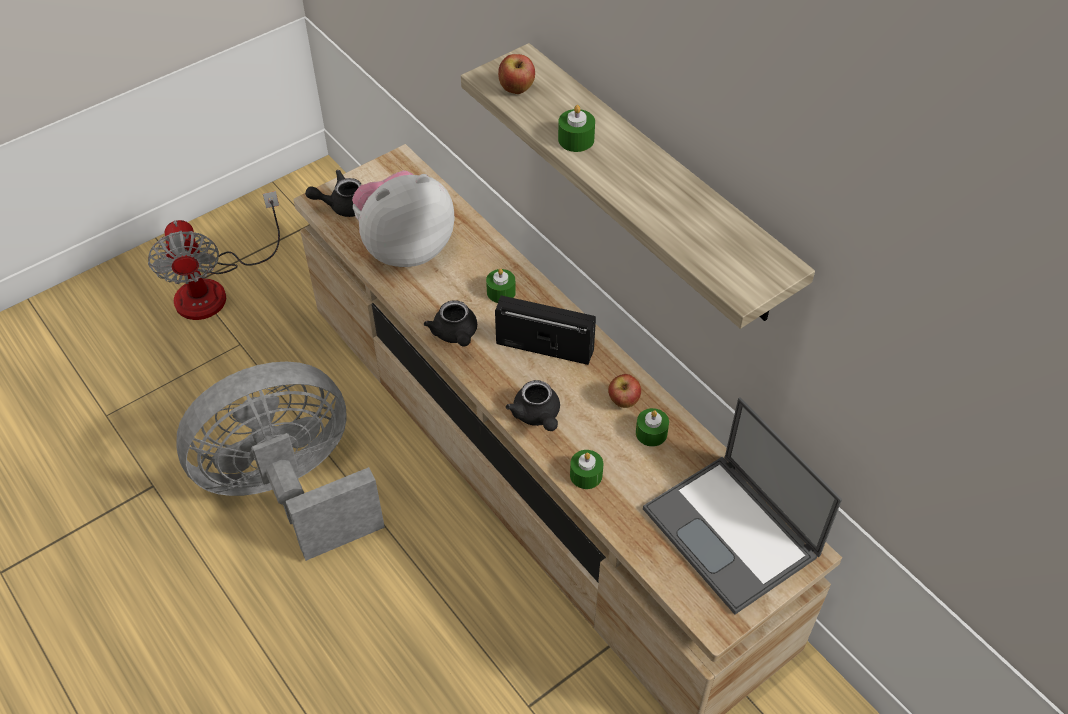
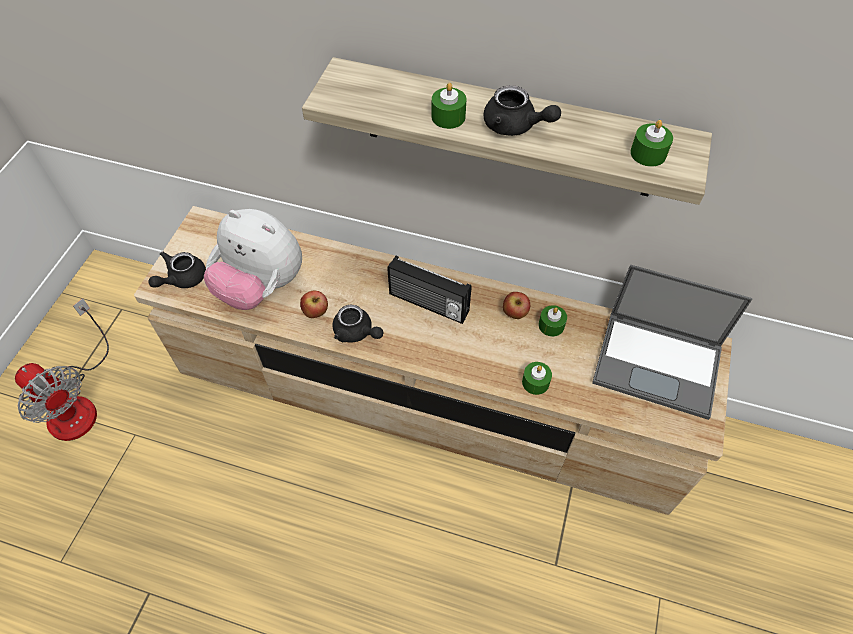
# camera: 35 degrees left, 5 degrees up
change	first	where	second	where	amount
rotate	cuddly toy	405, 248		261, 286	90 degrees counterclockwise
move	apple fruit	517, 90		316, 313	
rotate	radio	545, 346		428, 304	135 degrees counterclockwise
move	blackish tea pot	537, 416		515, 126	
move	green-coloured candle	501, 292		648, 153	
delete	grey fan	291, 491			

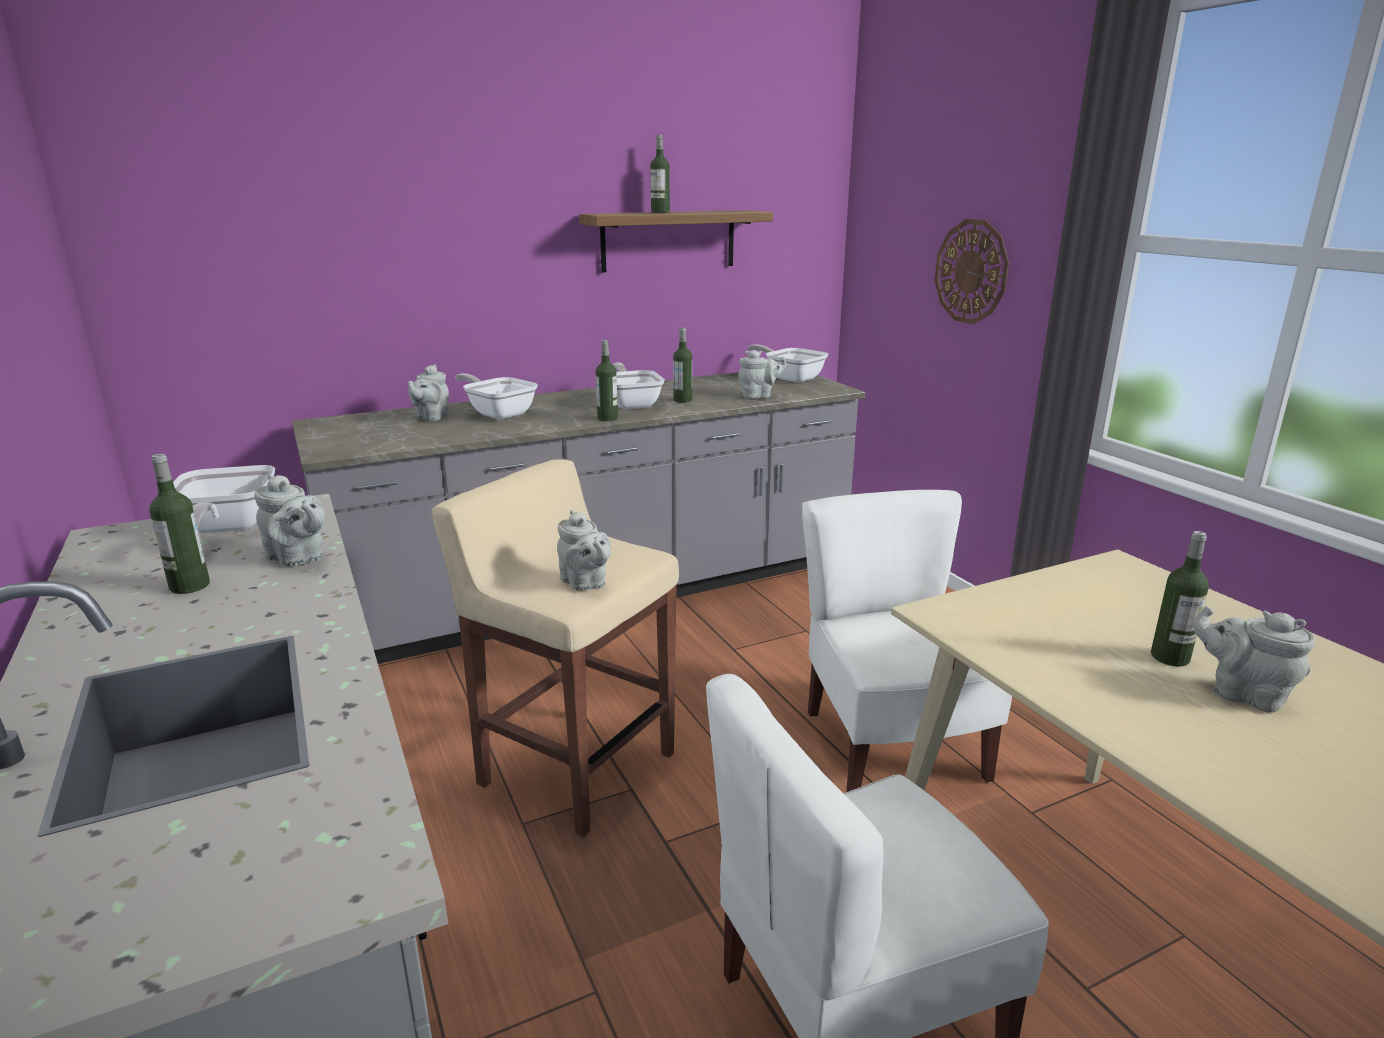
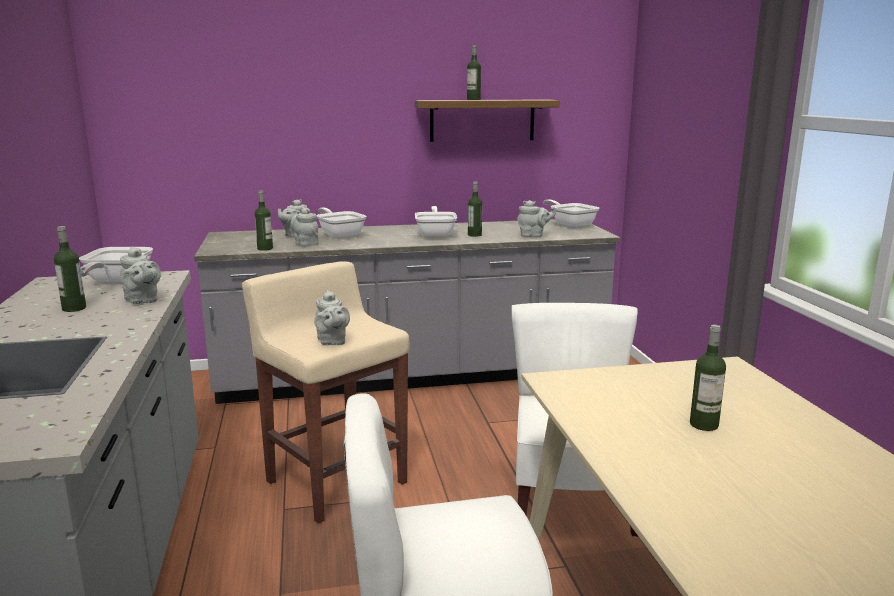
# camera: 15 degrees right, 5 degrees down
change	first	where	second	where	amount
move	beverage bottle	607, 418		265, 248	
move	grey tea pot	1242, 694		305, 243	
delete	clock on the wall	971, 271			

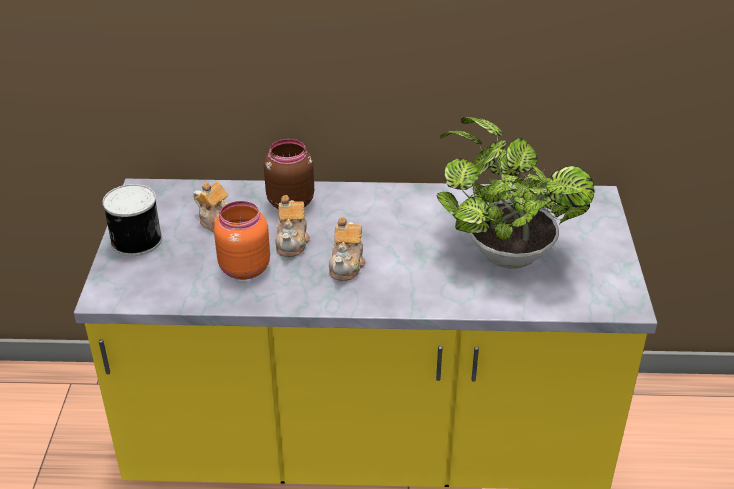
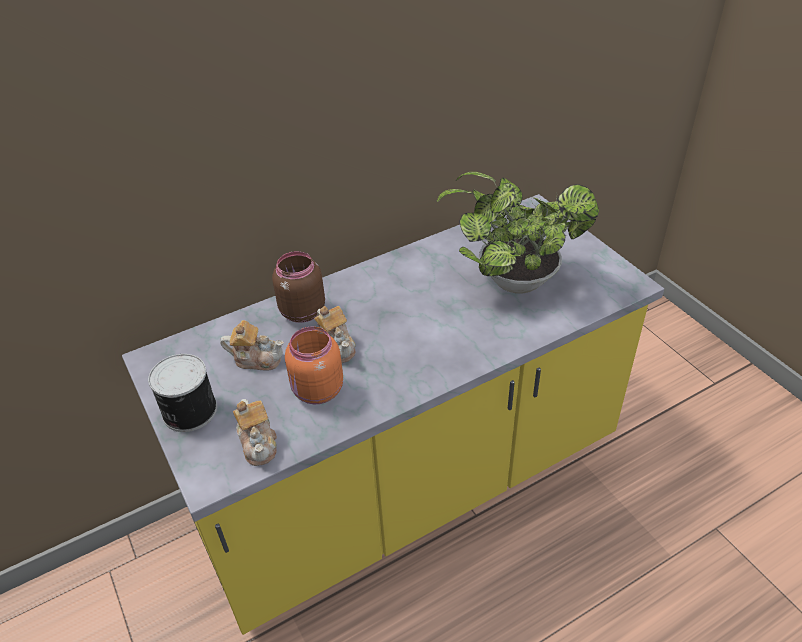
# camera: 30 degrees left, 5 degrees up
change	first	where	second	where	amount
move	tea pot	347, 265		259, 443	

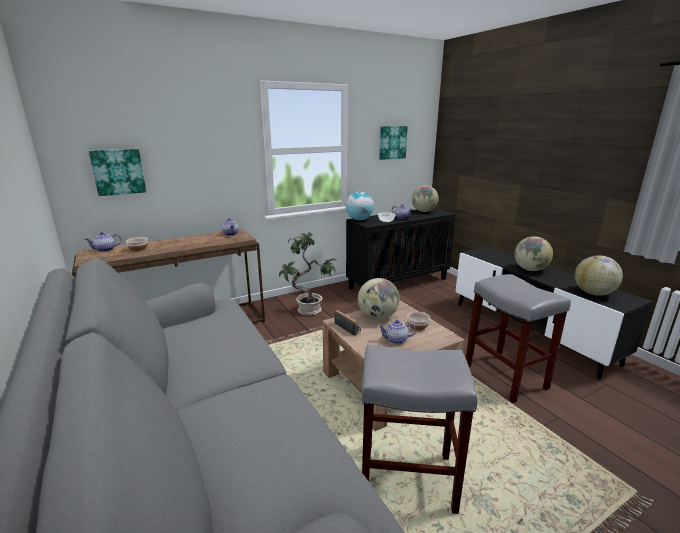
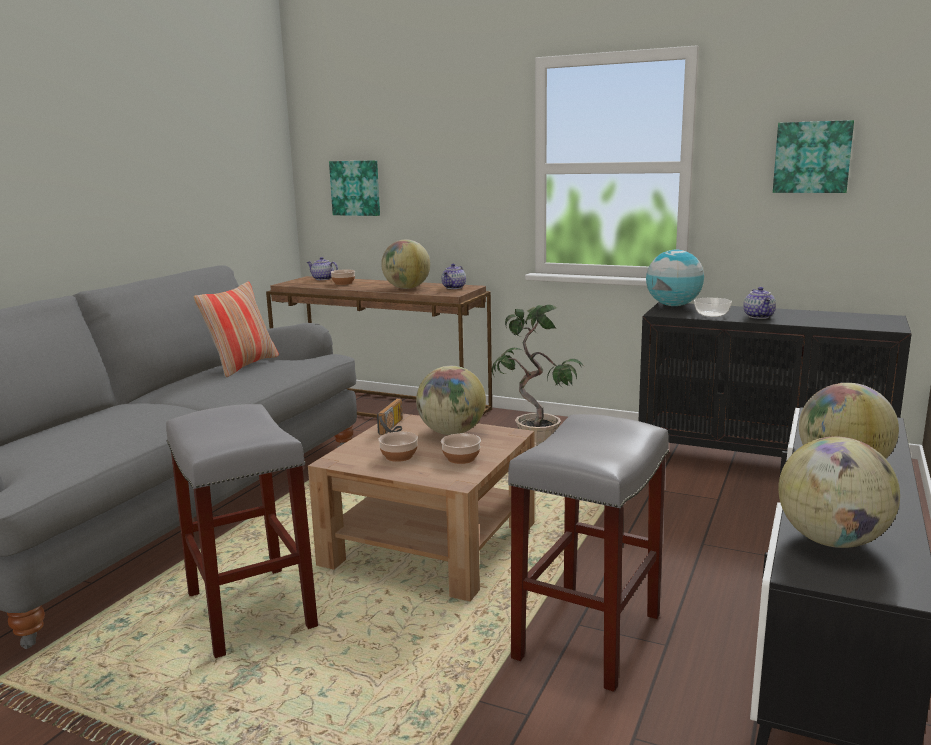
# camera: 55 degrees right, 5 degrees down
change	first	where	second	where	amount
insert			cushion	243, 365	
replace	tea pot	396, 340	serving bowl	399, 456	
move	world globe	423, 211		406, 288	

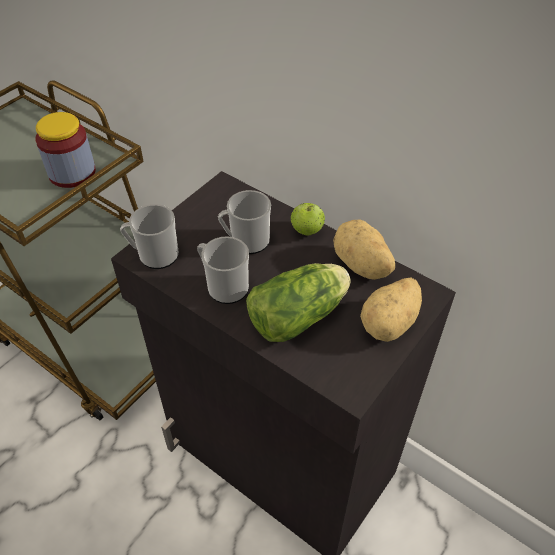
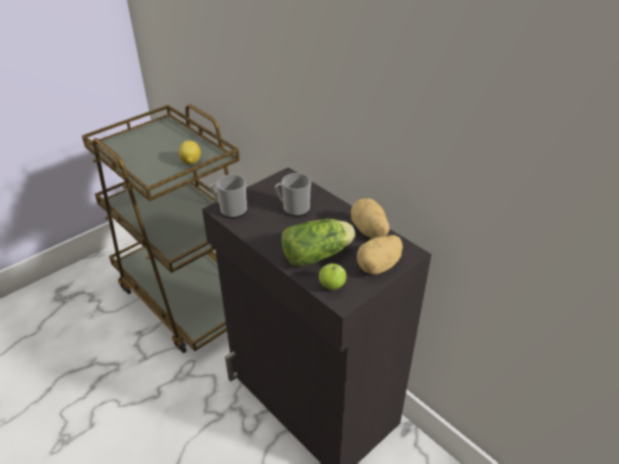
# camera: 10 degrees right, 10 degrees down
change	first	where	second	where	amount
replace	preserve jar	72, 173	citrus fruit	190, 162	
move	apple fruit	307, 231		332, 286	
delete	coffee mug	224, 286			

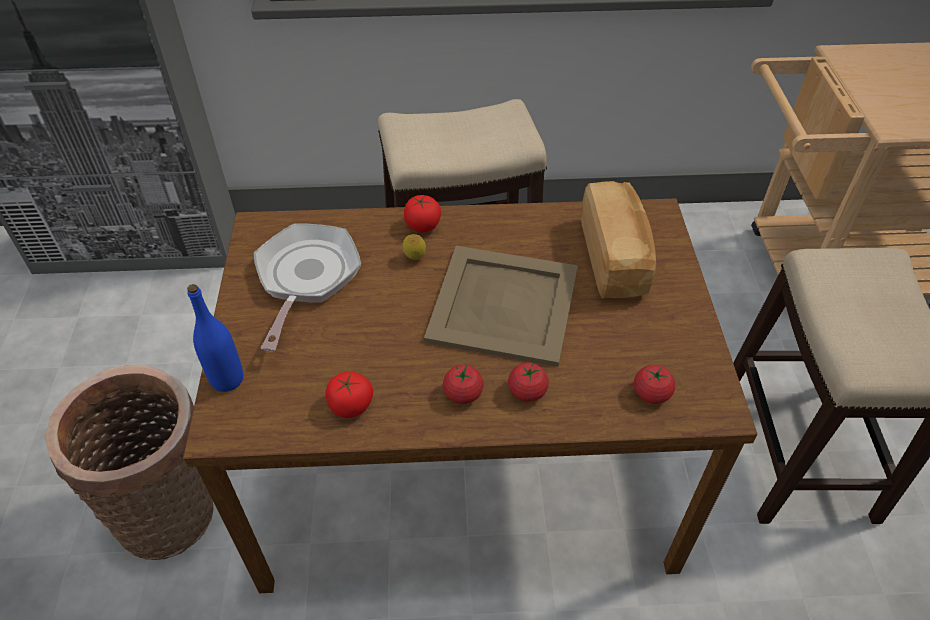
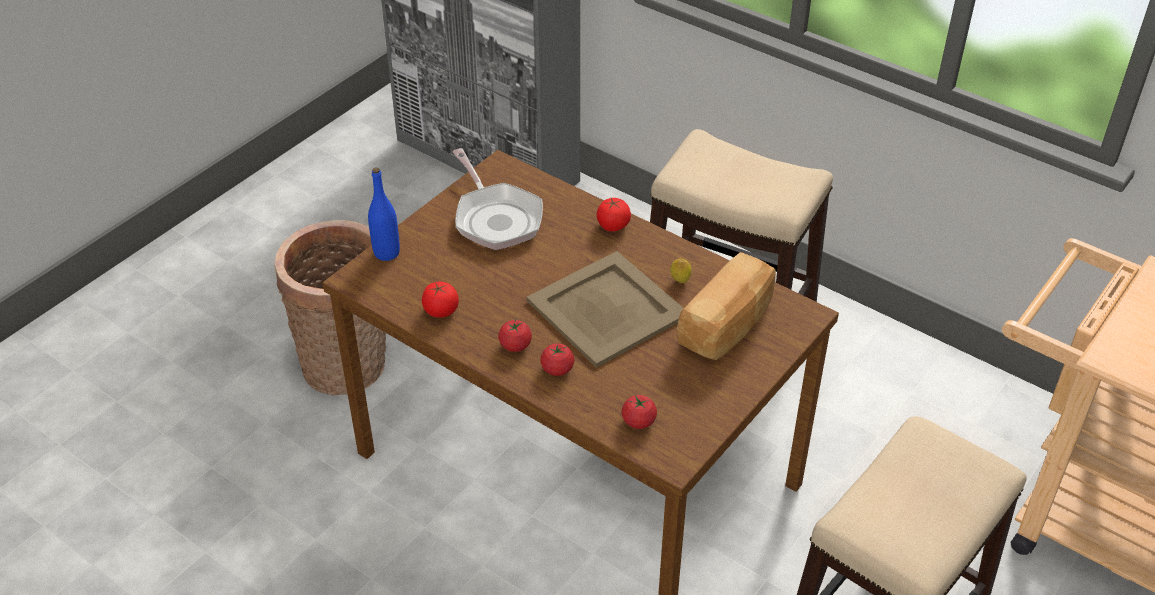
# camera: 40 degrees right, 5 degrees down
change	first	where	second	where	amount
rotate	frying pan	306, 278		496, 218	105 degrees clockwise
move	citrus fruit	415, 258		680, 281	

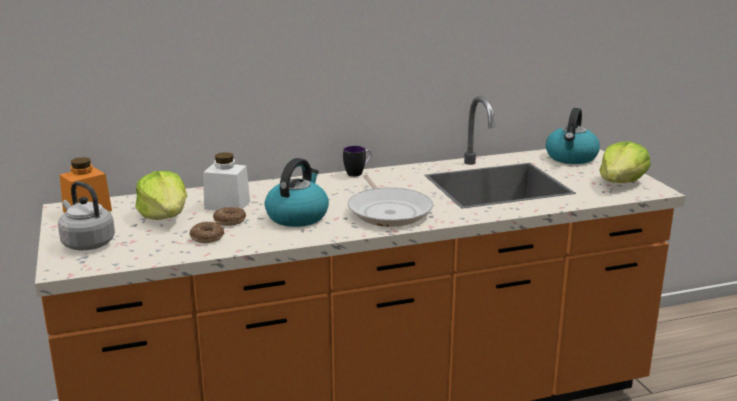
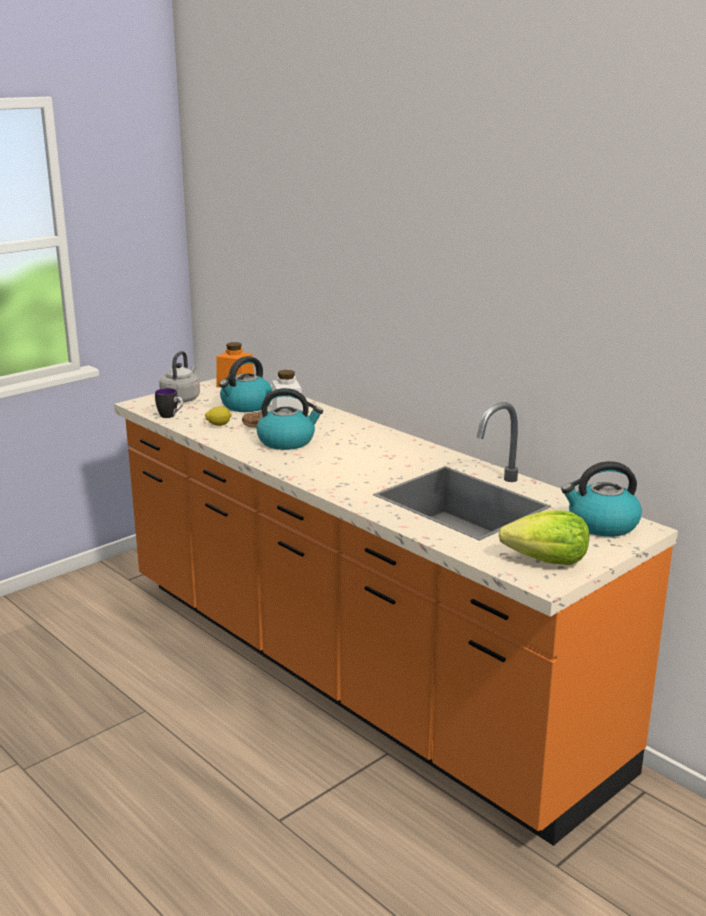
# camera: 65 degrees right, 0 degrees up
change	first	where	second	where	amount
move	coffee mug	358, 173		171, 416	
replace	ring doughnut	207, 238	citrus fruit	218, 425	
replace	lettuce head	165, 216	kettle	246, 406	
delete	frying pan	388, 211			

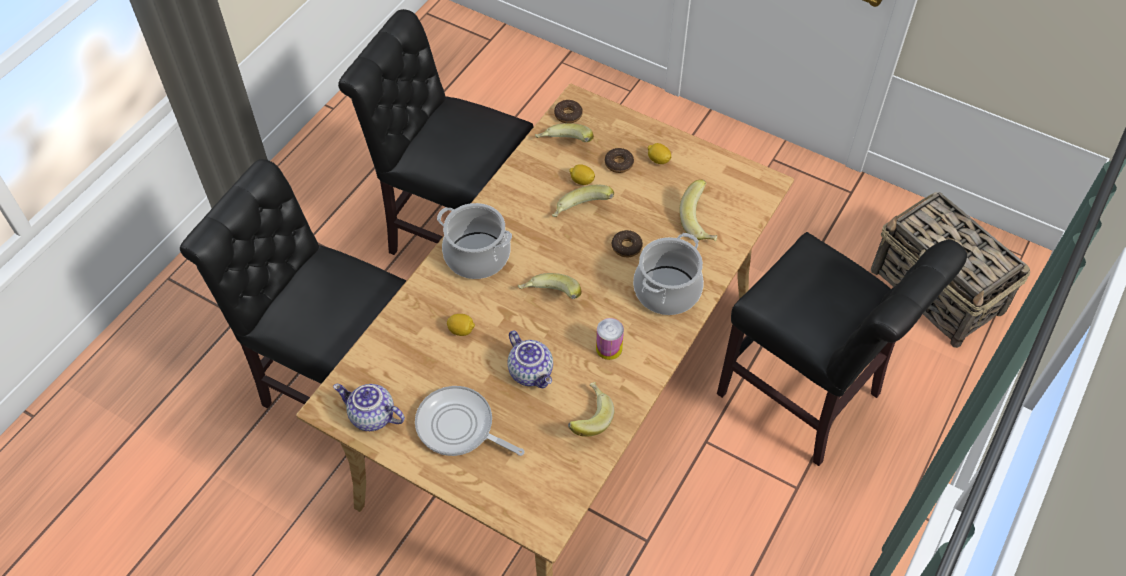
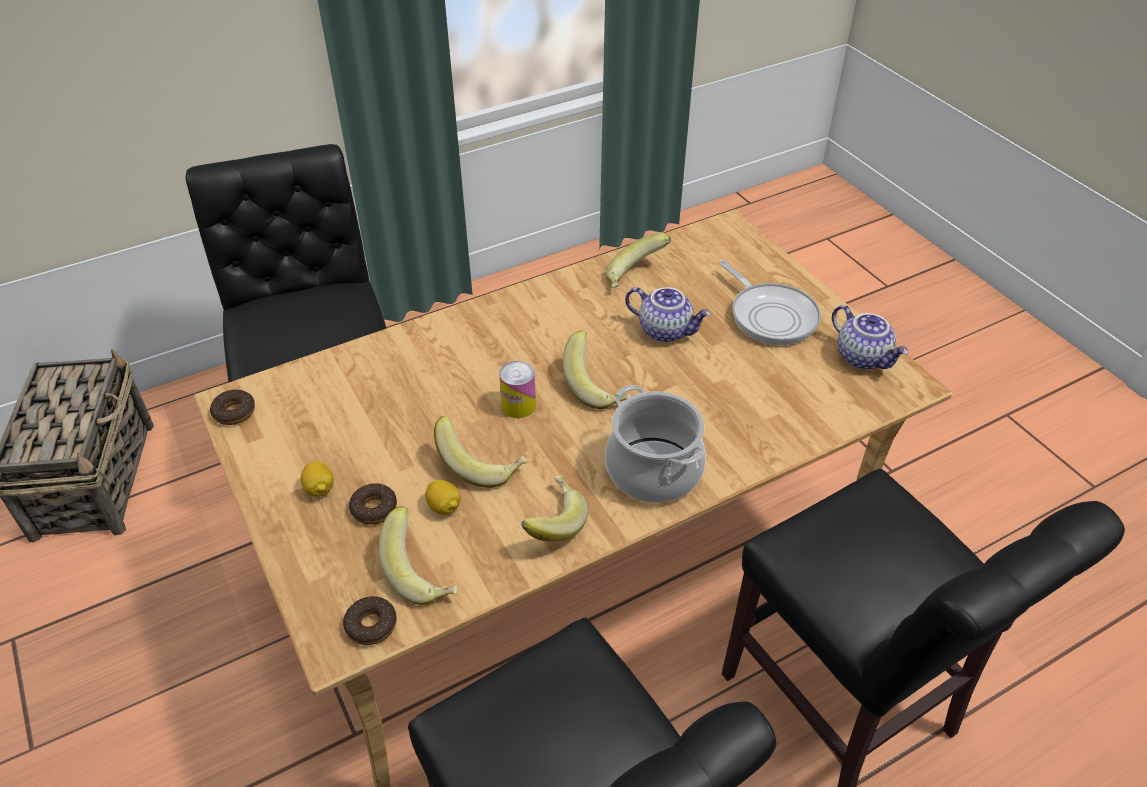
# camera: 150 degrees left, 10 degrees down
change	first	where	second	where	amount
move	ring doughnut	626, 247		234, 412	
move	sealed can	609, 348		518, 405	
move	banana fruit	701, 222		551, 522	
rotate	tea pot	532, 372		666, 330	120 degrees clockwise
delete	citrus fruit	461, 330			
delete	saucepot	667, 291			

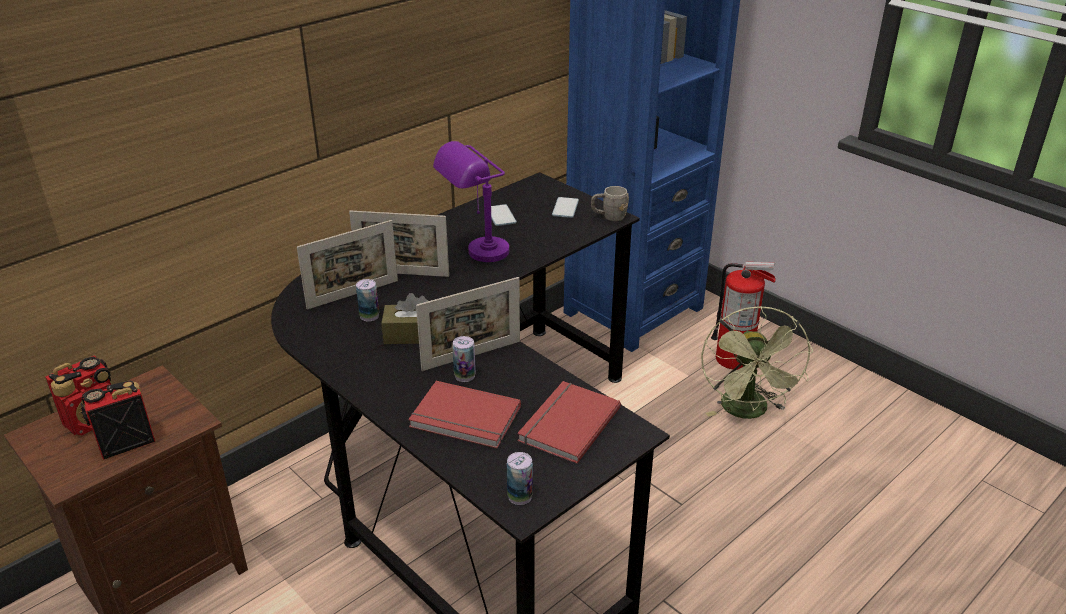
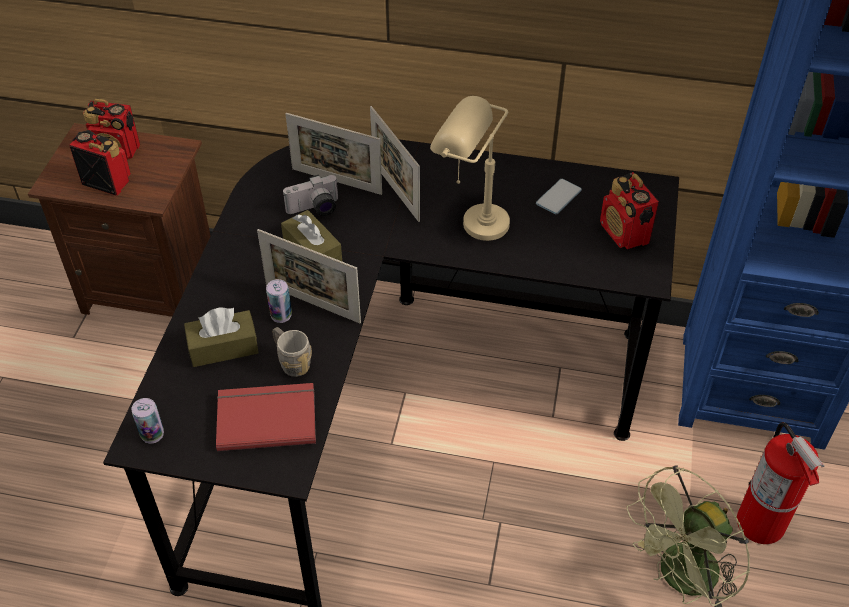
# camera: 55 degrees right, 15 degrees up
change	first	where	second	where	amount
replace	red-coloured book	464, 419	brownish tissue box	223, 347	
move	grey coffee mug	609, 217		291, 362	
replace	sealed can	369, 316	photo camera	315, 209	
recolor	purplish table lamp	476, 256	beige table lamp	470, 220	
replace	handset	565, 208	radio	624, 234	

